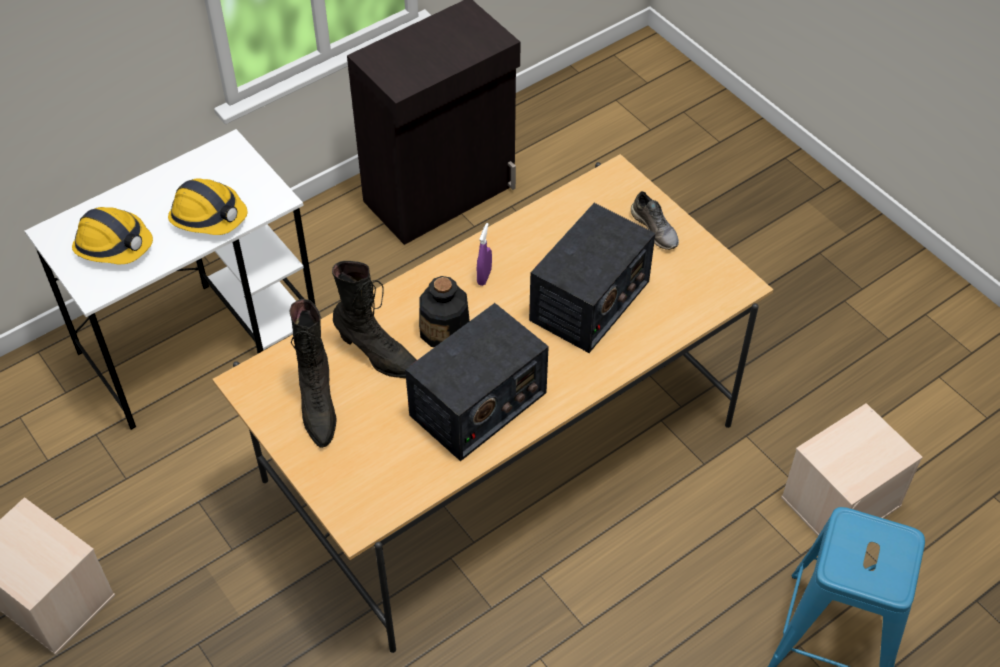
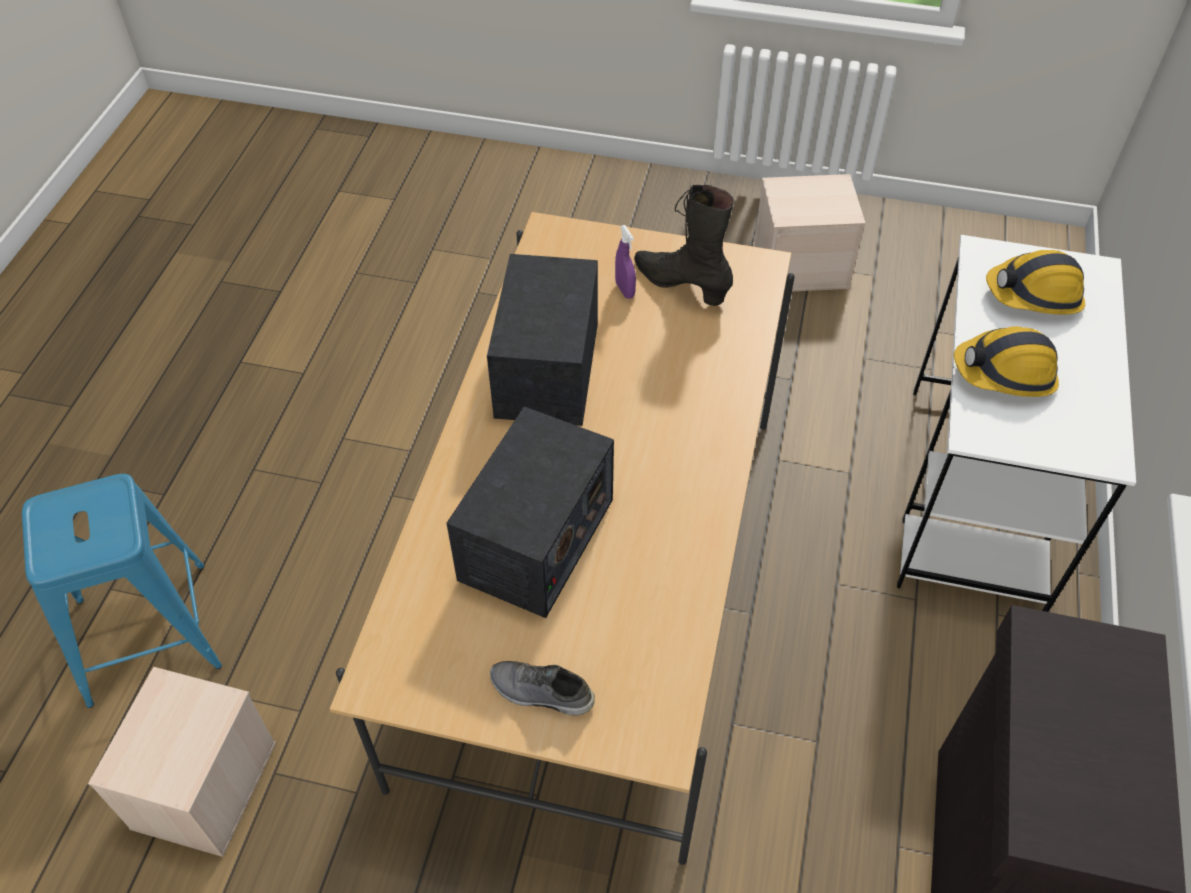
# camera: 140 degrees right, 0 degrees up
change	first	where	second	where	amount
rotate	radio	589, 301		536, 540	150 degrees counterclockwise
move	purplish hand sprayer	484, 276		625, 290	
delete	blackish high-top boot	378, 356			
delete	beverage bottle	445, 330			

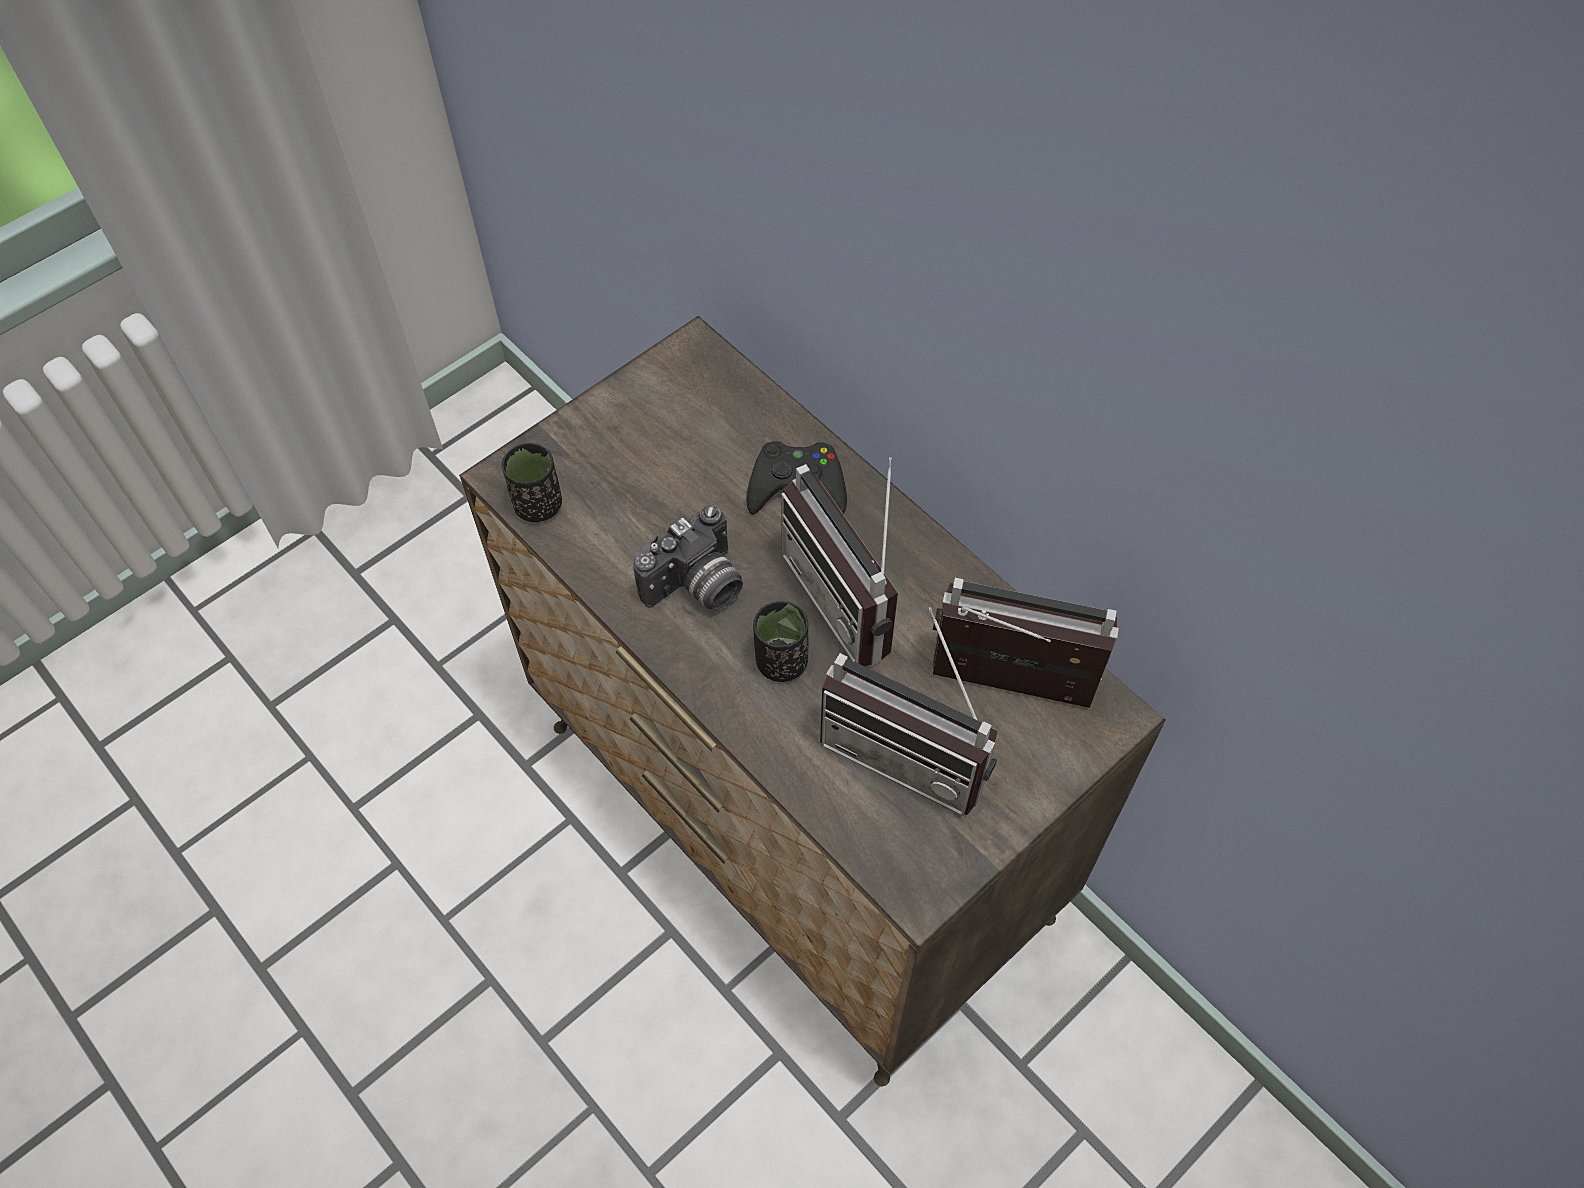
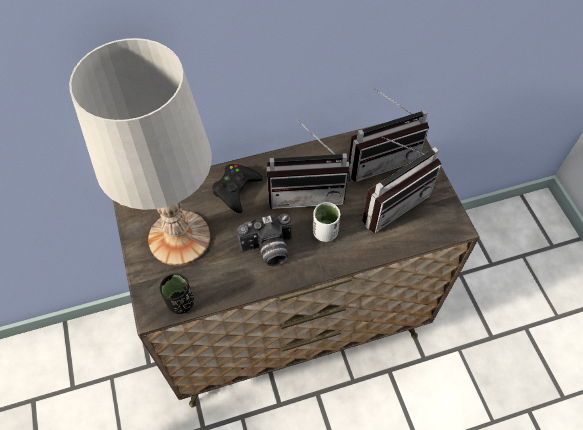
# camera: 65 degrees left, 0 degrees up
change	first	where	second	where	amount
insert			whitish table lamp	180, 237	
rotate	photo camera	697, 587		268, 250	90 degrees clockwise
recolor	blackish small cup	781, 661	whitish small cup	325, 232	
rotate	radio	1007, 694		380, 159	150 degrees counterclockwise

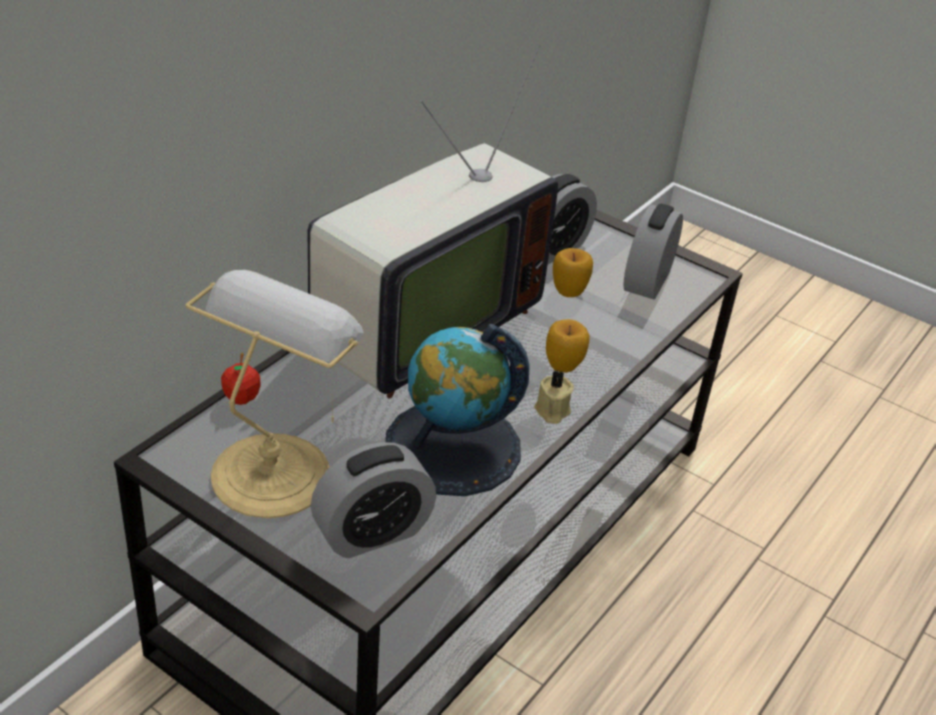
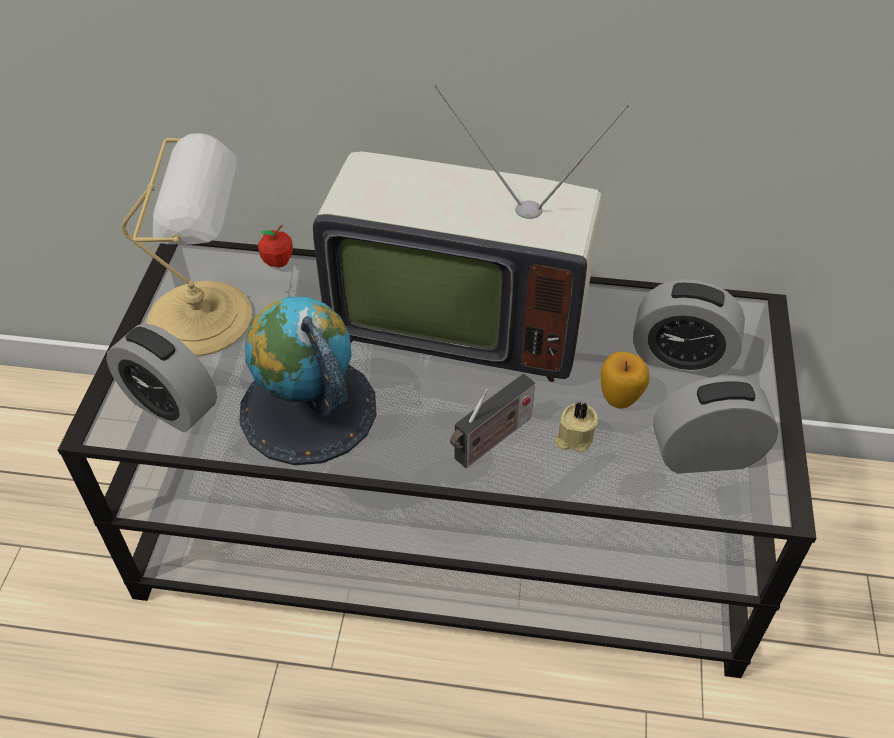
# camera: 65 degrees right, 10 degrees up
change	first	where	second	where	amount
replace	apple fruit	563, 366	radio	491, 441	
move	beige candle	551, 411		573, 438	

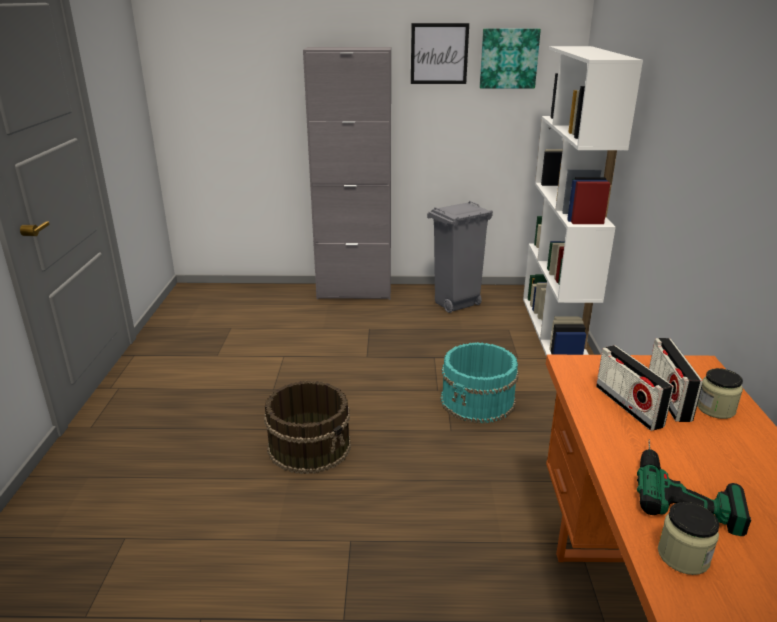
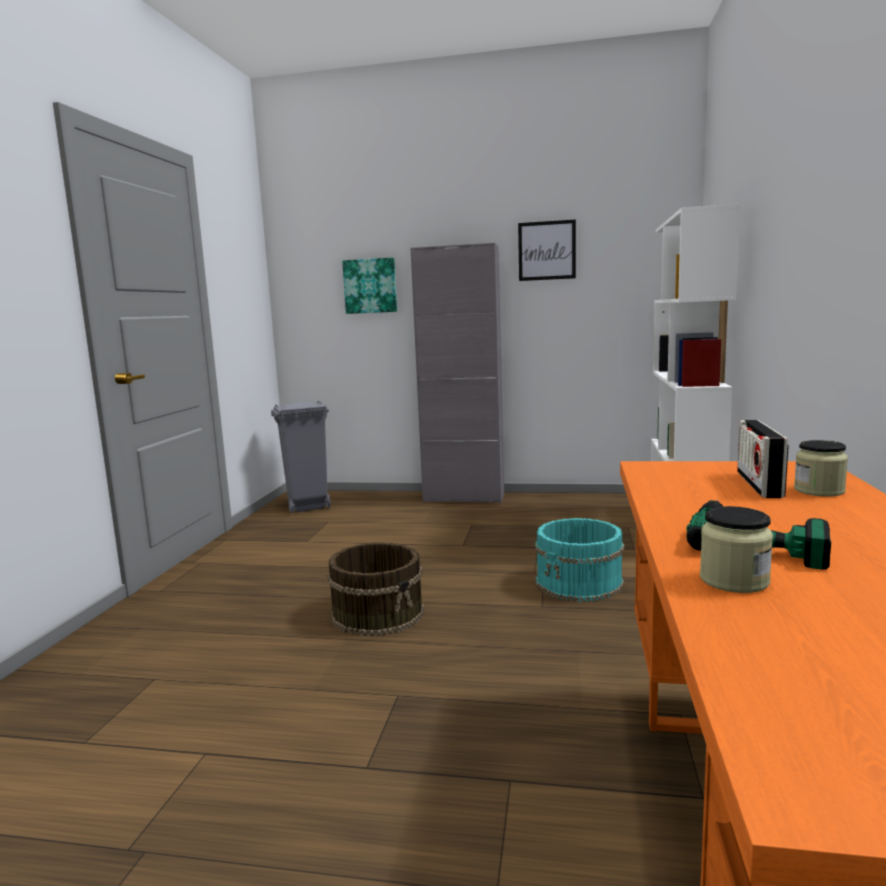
# camera: 10 degrees right, 15 degrees down
change	first	where	second	where	amount
move	grey waste bin	455, 304		307, 507	
move	wall art	508, 58		370, 286	
delete	radio	628, 406			

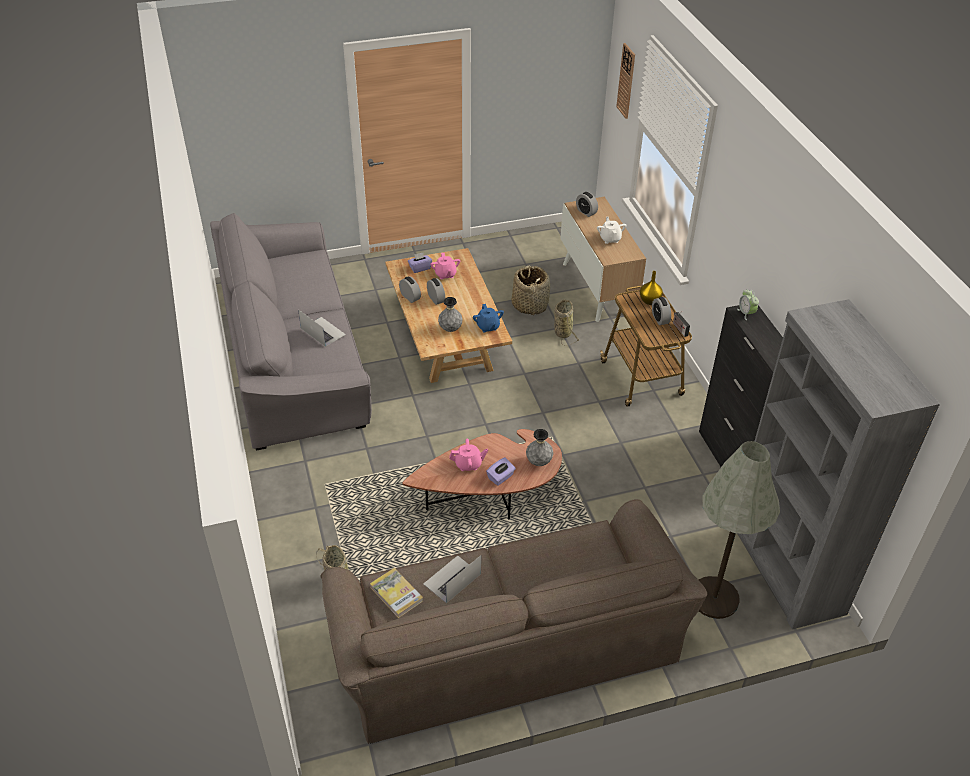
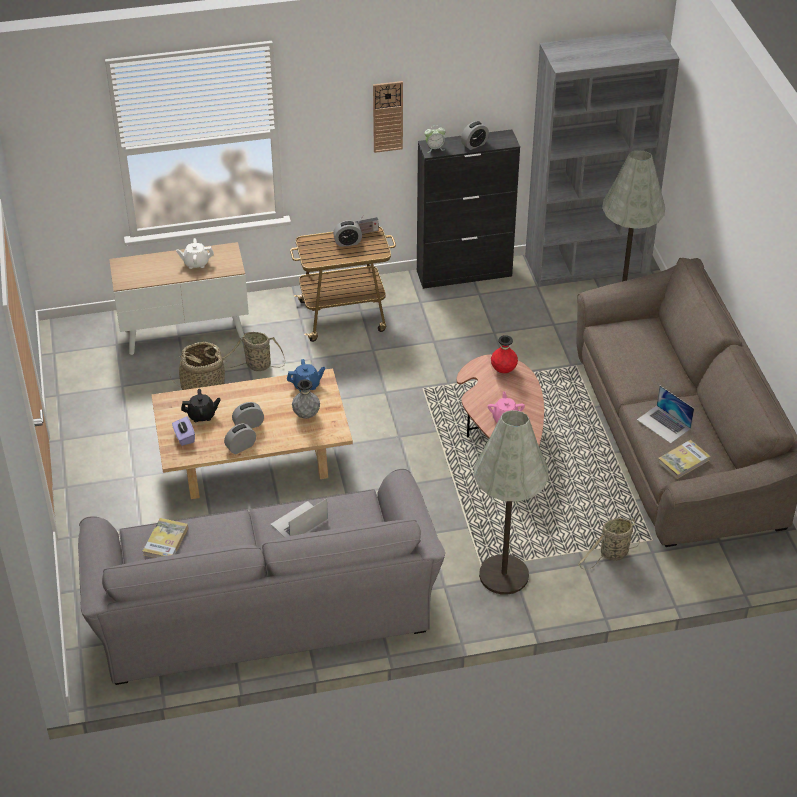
# camera: 85 degrees left, 0 degrees up
change	first	where	second	where	amount
insert			book	165, 541	
recolor	pinkish tea pot	445, 274	blackish tea pot	202, 415	
move	clock on the wall	626, 81		387, 116	
move	alarm clock	586, 212		474, 144	
insert			grey standard lamp	504, 575	
recolor	grey decorative vase	539, 462	red-coloured decorative vase	503, 370	
delete	purplish tissue box	500, 477			
delete	yellow-coloured decorative vase	649, 301			

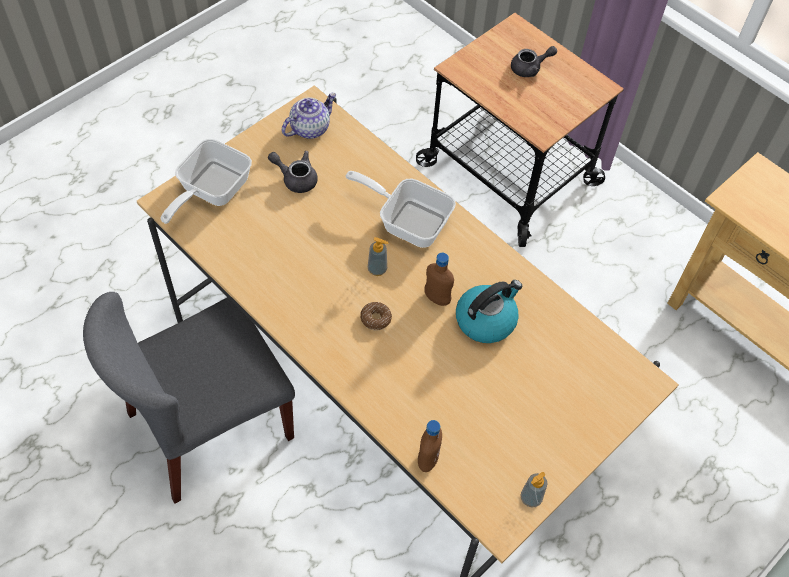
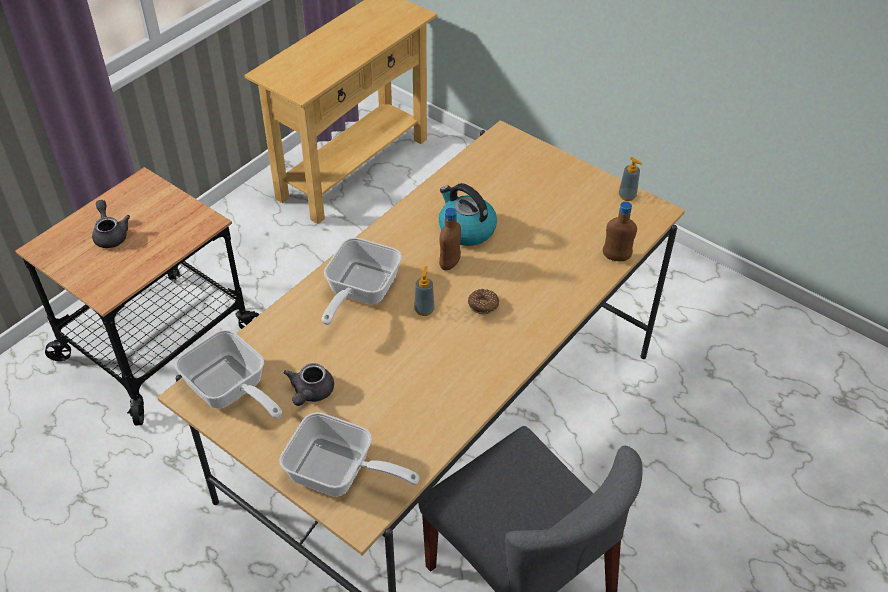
# camera: 95 degrees left, 10 degrees down
change	first	where	second	where	amount
replace	tea pot	310, 128	frying pan	230, 391	

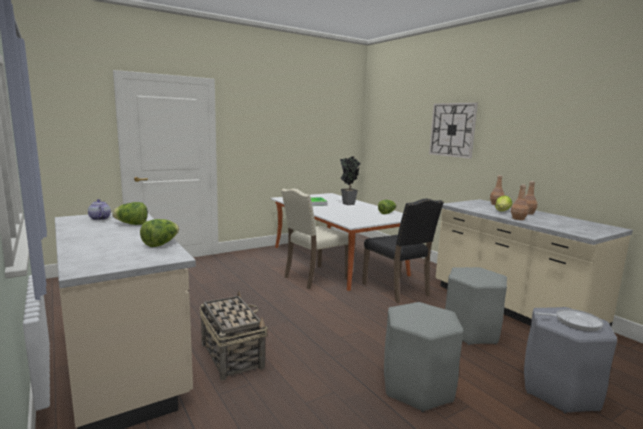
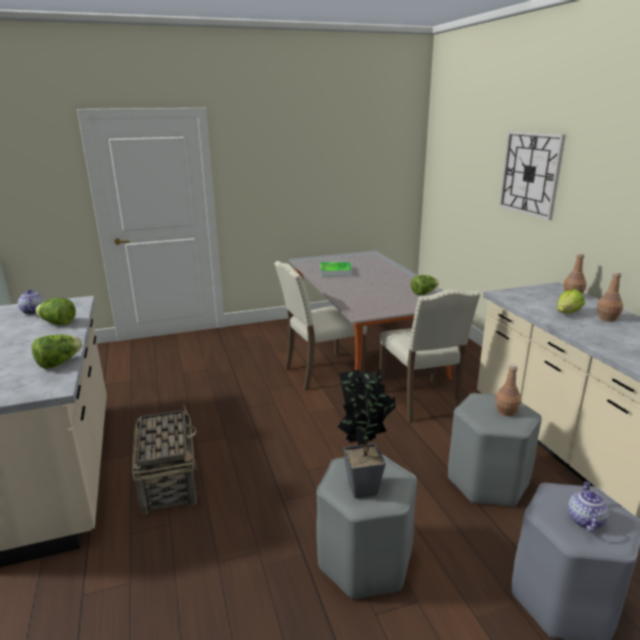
# camera: 15 degrees right, 10 degrees up
change	first	where	second	where	amount
move	plant in a pot	348, 203		364, 484	
recolor	blackish plain chair	397, 289	beige plain chair	421, 401	
move	brownish beverage bottle	518, 218		506, 411	
replace	frying pan	574, 322	tea pot	584, 520	

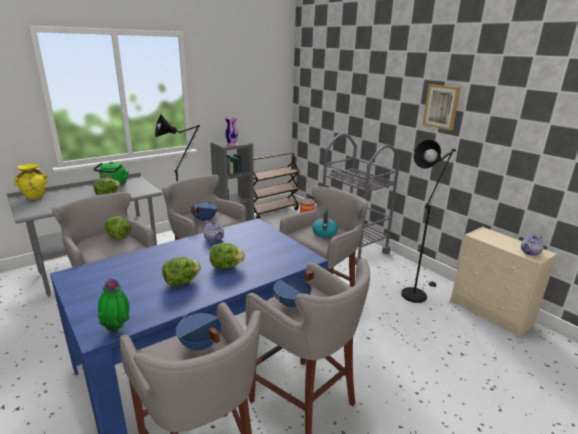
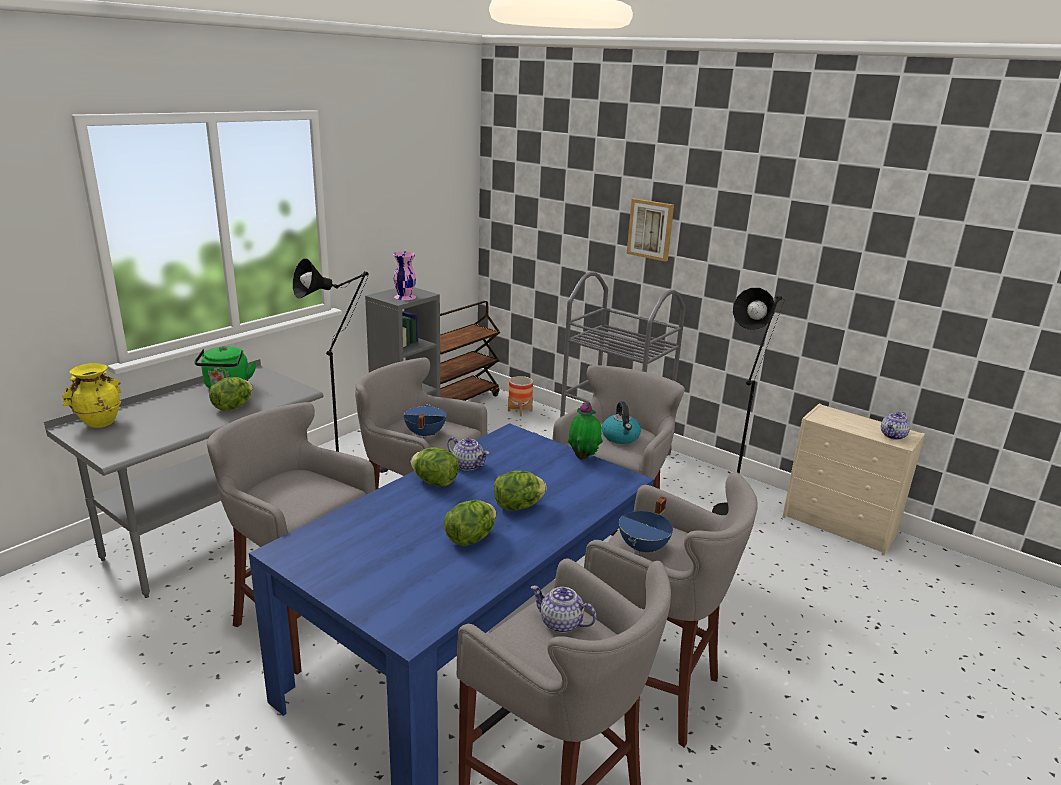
# camera: 15 degrees left, 0 degrees up
change	first	where	second	where	amount
move	lettuce head	118, 236		435, 482	
replace	bluish saucepot	199, 345	tea pot	560, 623	
move	plant in a pot	117, 329		583, 457	
move	wall art	441, 107		650, 229	

